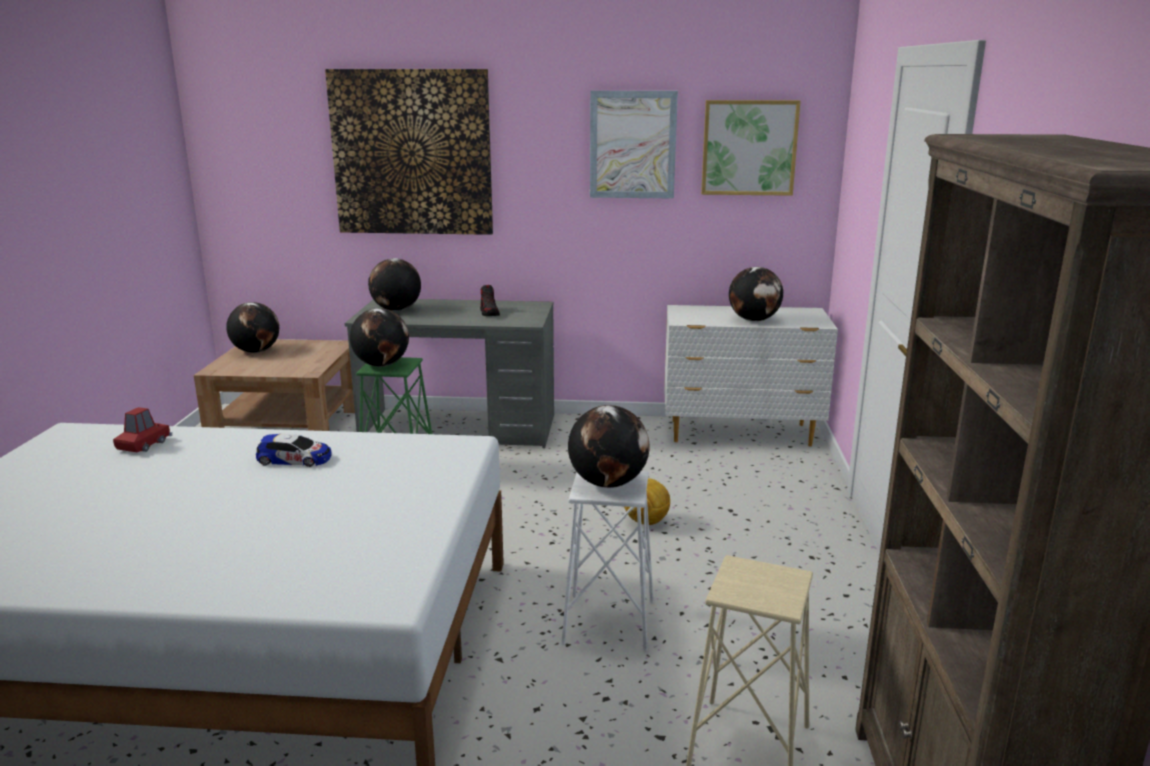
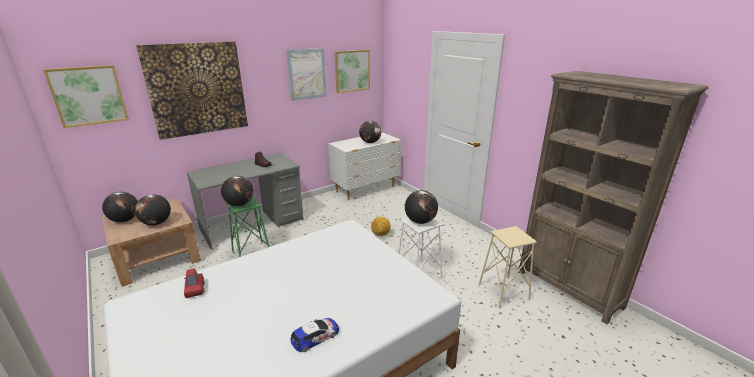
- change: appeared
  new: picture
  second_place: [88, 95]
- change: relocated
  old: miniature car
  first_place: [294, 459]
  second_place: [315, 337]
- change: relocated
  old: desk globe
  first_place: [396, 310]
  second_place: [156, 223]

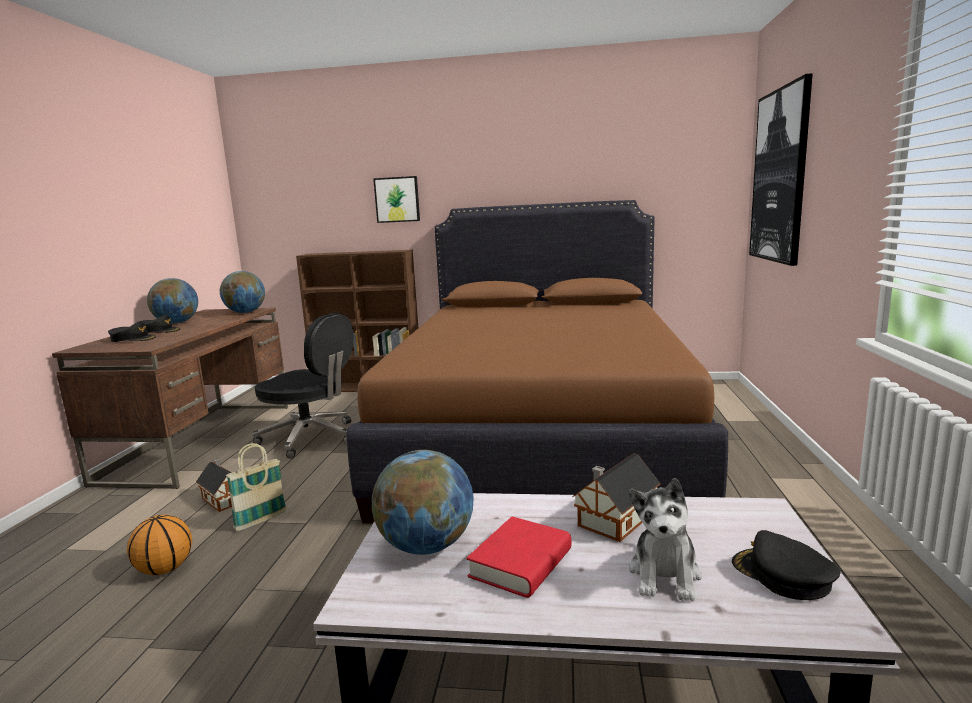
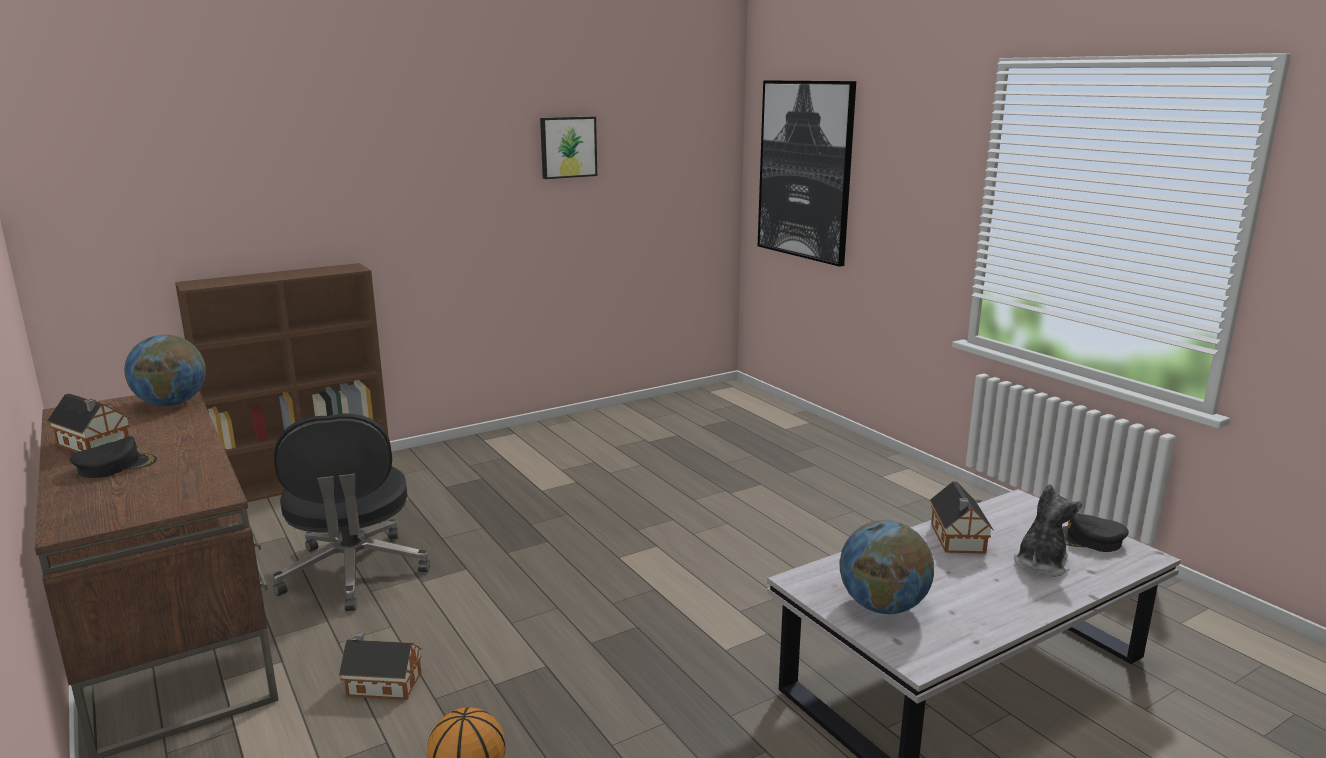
- change: missing
  old: cap/black-coloured
  first_place: [133, 339]
- change: missing
  old: storage basket
  first_place: [261, 520]
- change: missing
  old: sleeping bed/brownish
  first_place: [540, 433]
- change: missing
  old: book/red
  first_place: [521, 563]
- change: relocated
  old: picture
  first_place: [397, 199]
  second_place: [568, 147]
- change: exchanged
  old: desk globe
  new: miniature house
  first_place: [177, 323]
  second_place: [94, 445]
- change: spun
  old: computer chair/black-coloured
  first_place: [311, 438]
  second_place: [353, 573]
  degrees: 90
- change: spun
  old: soft toy
  first_place: [665, 575]
  second_place: [1041, 563]
  degrees: -120

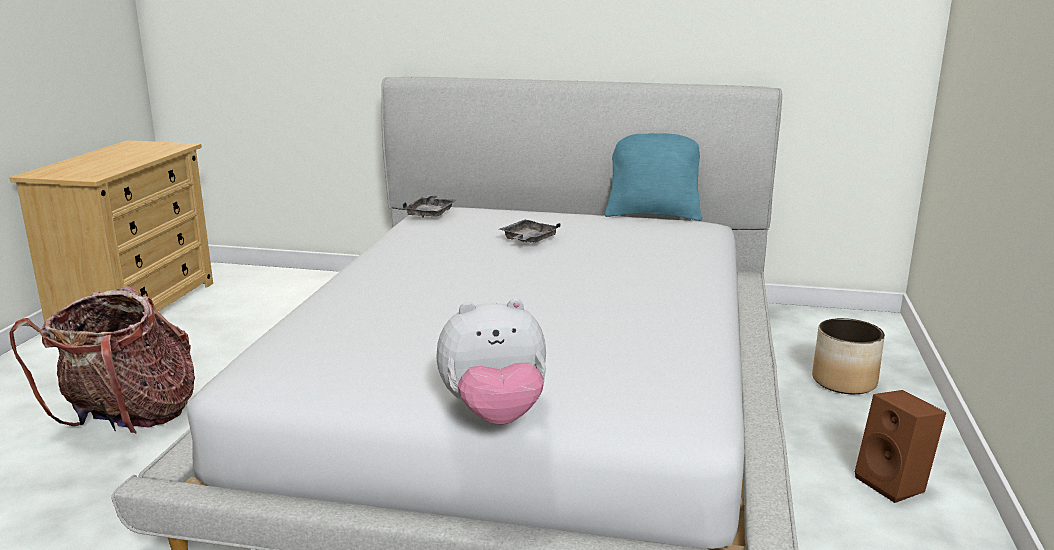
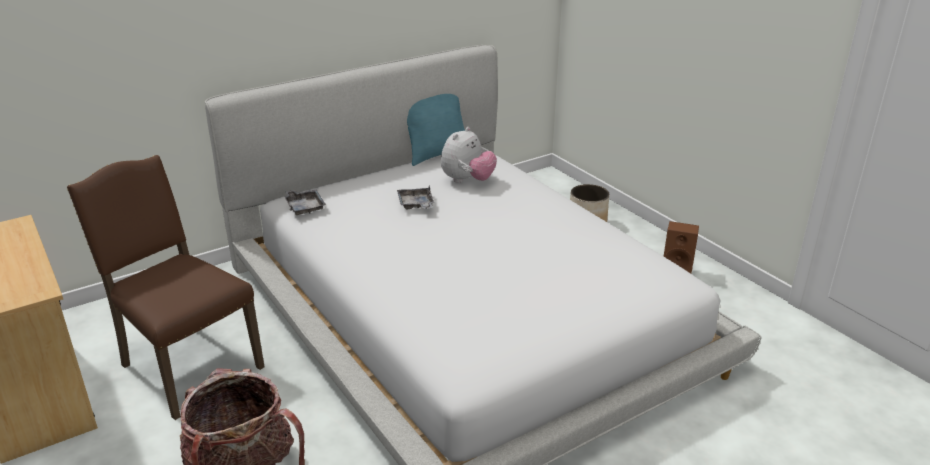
- change: appeared
  new: upright chair/brownish
  second_place: [187, 366]
- change: relocated
  old: soft toy
  first_place: [494, 415]
  second_place: [467, 180]

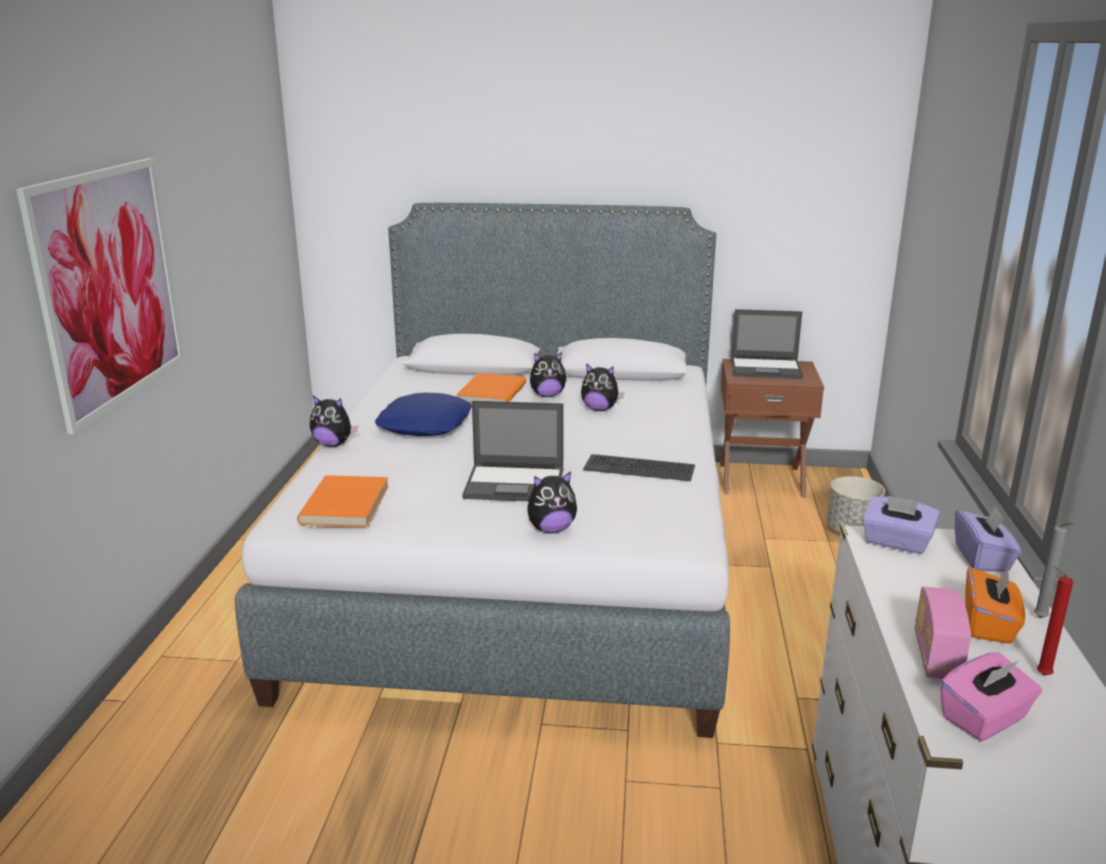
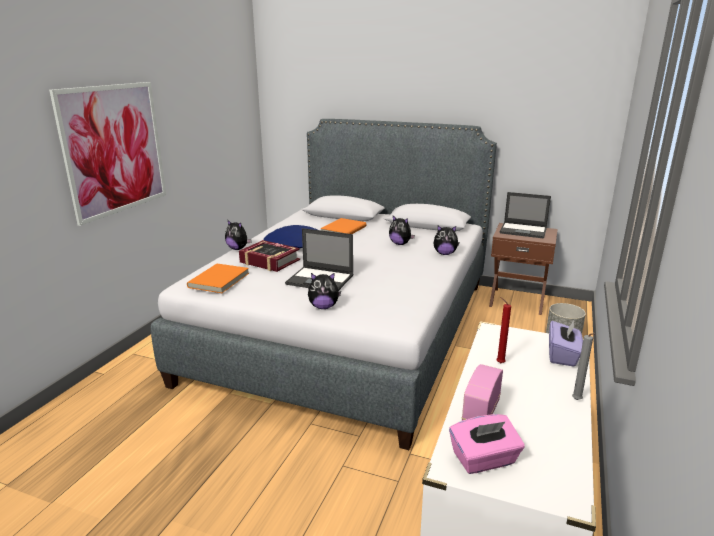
- change: missing
  old: computer keyboard
  first_place: [639, 468]
- change: missing
  old: tissue box/purplish
  first_place: [896, 543]
- change: missing
  old: tissue box/orangey
  first_place: [989, 625]
- change: appeared
  new: book
  second_place: [269, 261]
- change: relocated
  old: soft toy
  first_place: [547, 395]
  second_place: [445, 253]
- change: relocated
  old: wax light/red
  first_place: [1040, 675]
  second_place: [499, 363]

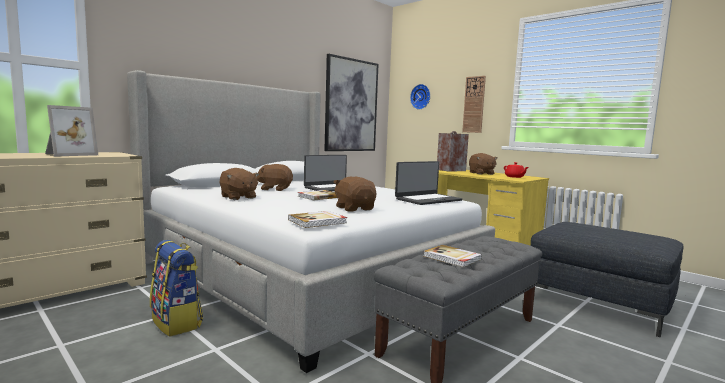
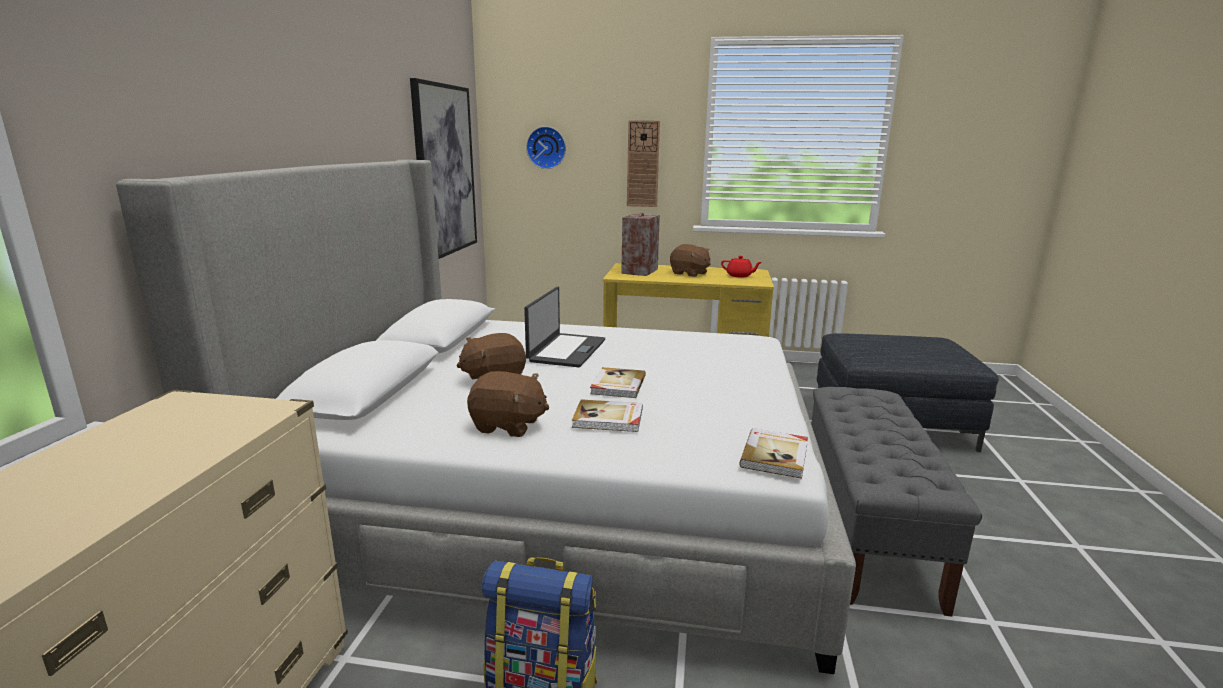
- change: missing
  old: standing frame
  first_place: [69, 154]
- change: missing
  old: soft toy/brownish
  first_place: [355, 208]
- change: missing
  old: portable computer
  first_place: [427, 199]
- change: relocated
  old: book
  first_place: [452, 258]
  second_place: [608, 419]

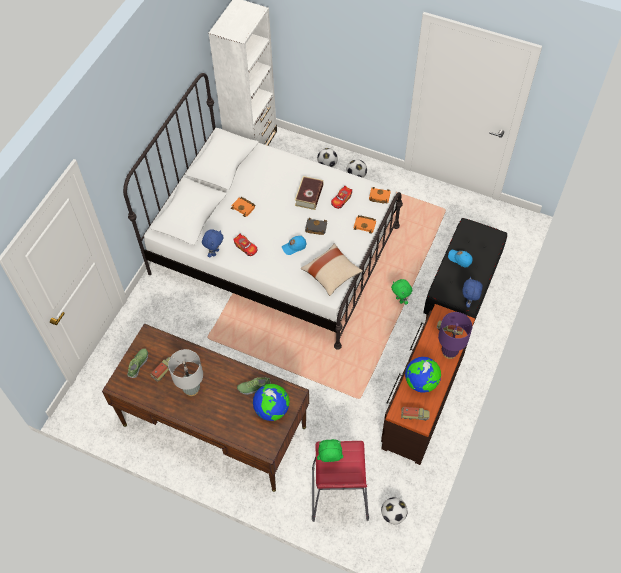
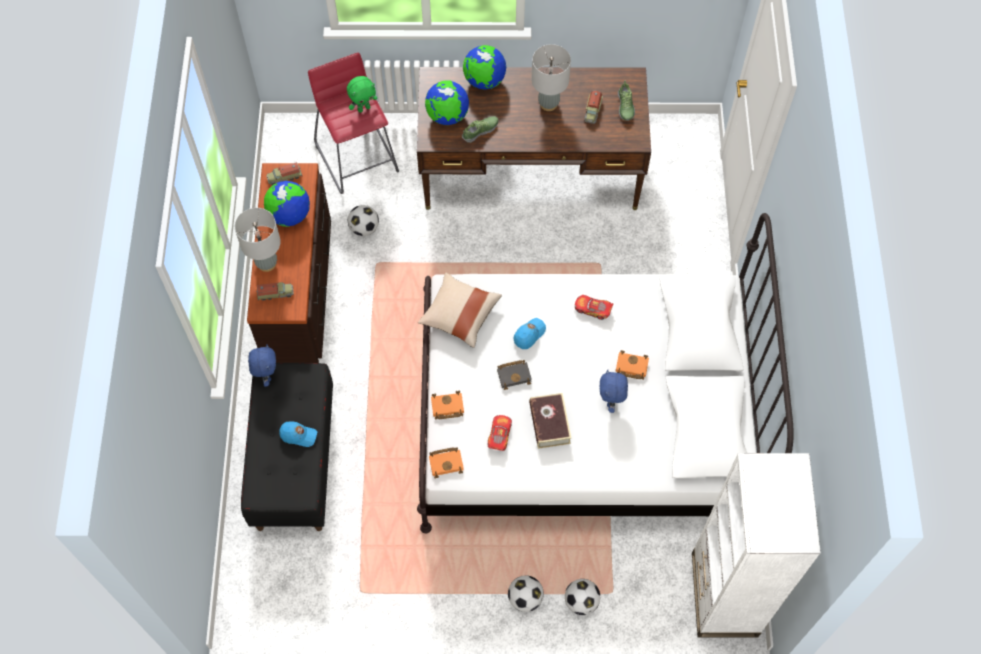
- change: missing
  old: soft toy/green
  first_place: [400, 300]
- change: appeared
  new: desk globe
  second_place: [484, 81]
- change: relocated
  old: soft toy/blue-coloured
  first_place: [215, 252]
  second_place: [611, 401]
- change: relocated
  old: football
  first_place: [393, 514]
  second_place: [364, 228]
- change: colour
  old: table lamp/purplish
  new: table lamp/greyish
  first_place: [449, 352]
  second_place: [267, 263]

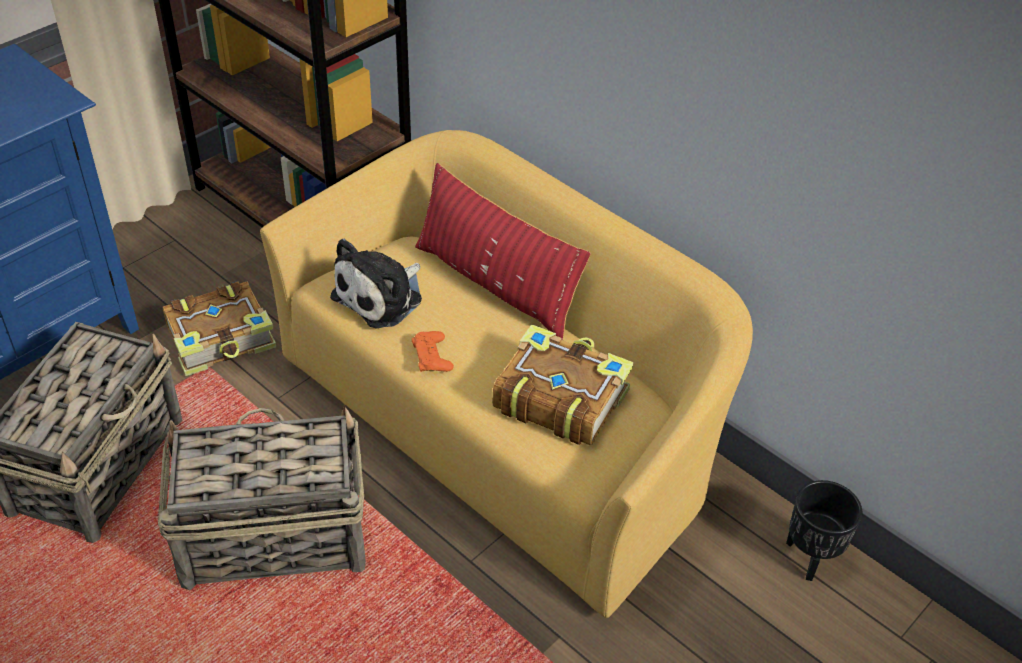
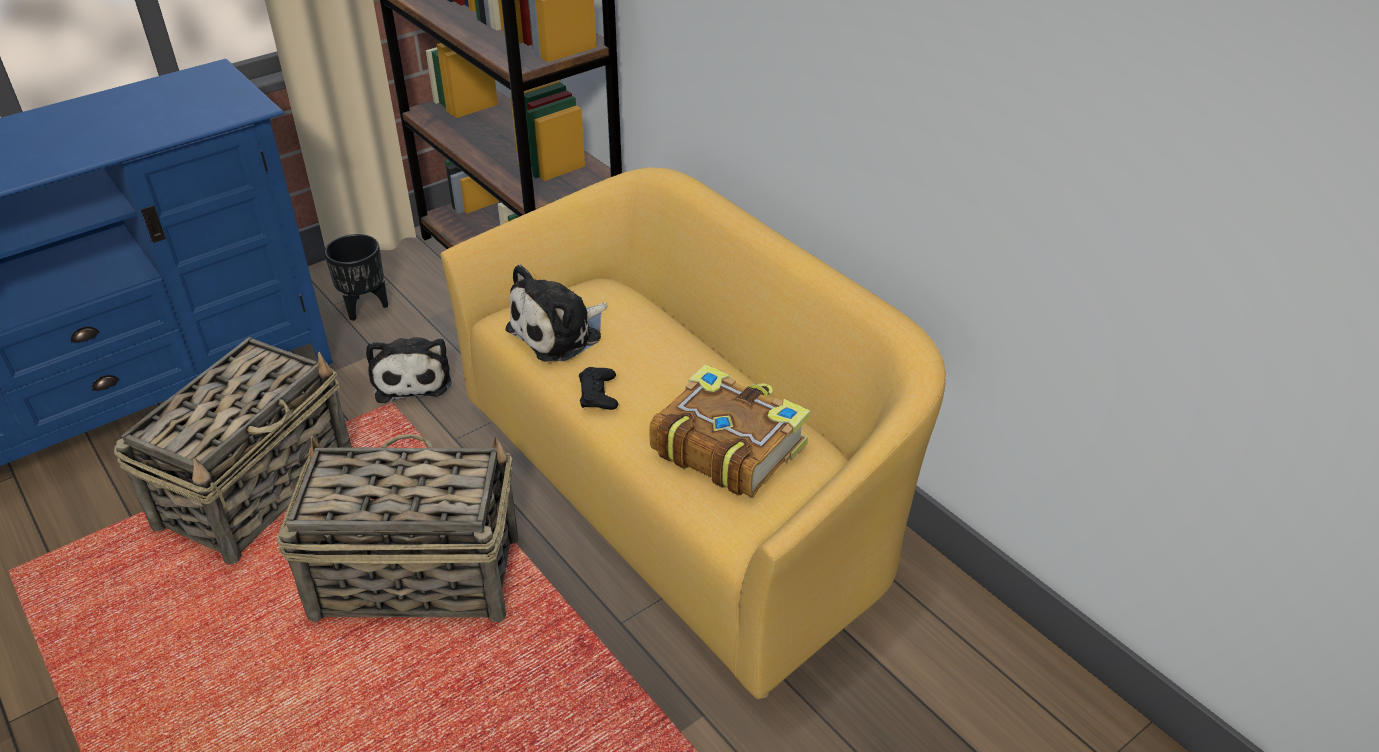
- change: missing
  old: throw pillow/red
  first_place: [496, 284]
- change: relocated
  old: plant pot/black-coloured
  first_place: [811, 558]
  second_place: [366, 307]
- change: exchanged
  old: book
  new: soft toy
  first_place: [222, 339]
  second_place: [412, 378]
- change: colour
  old: game controller/orangey
  new: game controller/black-coloured
  first_place: [432, 356]
  second_place: [598, 394]

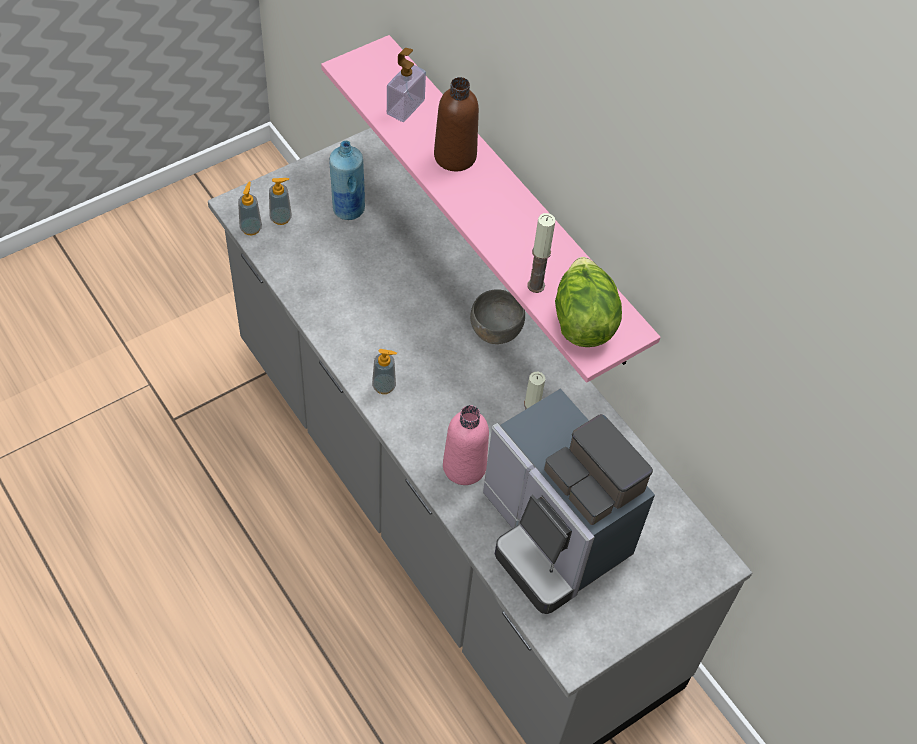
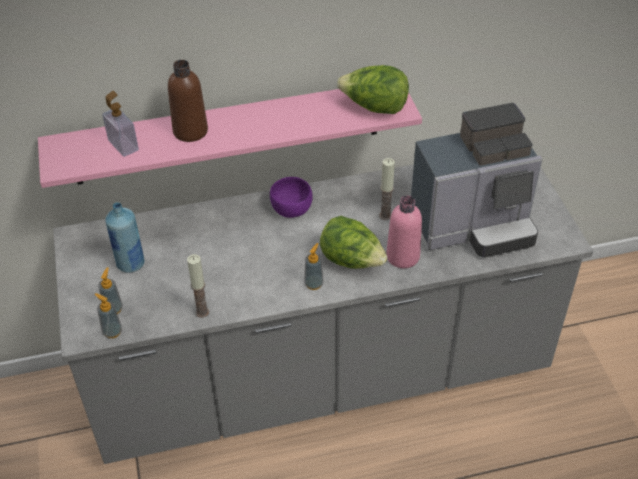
- change: appeared
  new: lettuce head
  second_place: [352, 260]
- change: relocated
  old: wax light
  first_place: [536, 285]
  second_place: [202, 312]
- change: colour
  old: bowl/greyish
  new: bowl/purplish
  first_place: [495, 330]
  second_place: [292, 209]

